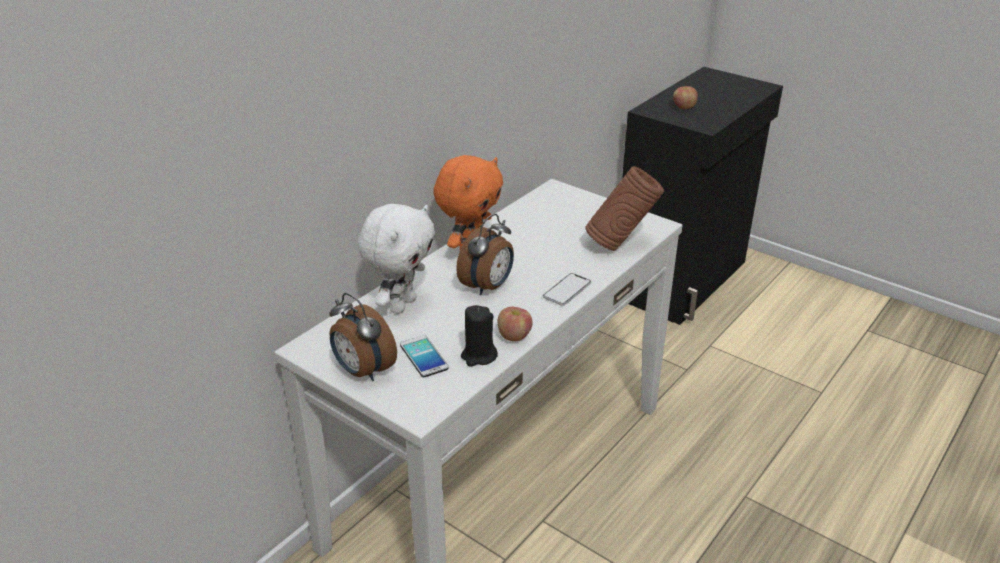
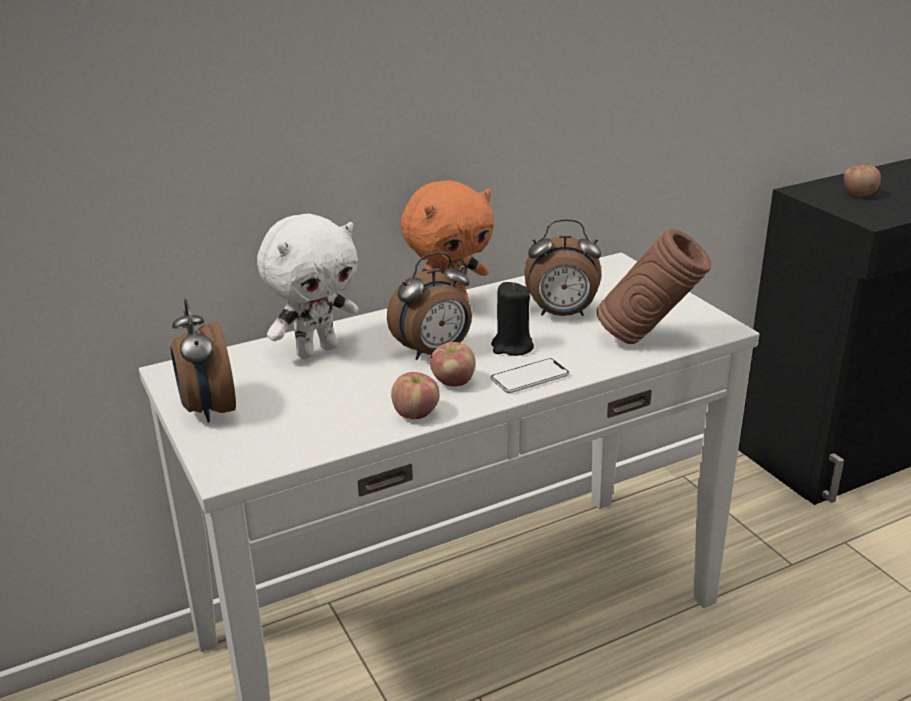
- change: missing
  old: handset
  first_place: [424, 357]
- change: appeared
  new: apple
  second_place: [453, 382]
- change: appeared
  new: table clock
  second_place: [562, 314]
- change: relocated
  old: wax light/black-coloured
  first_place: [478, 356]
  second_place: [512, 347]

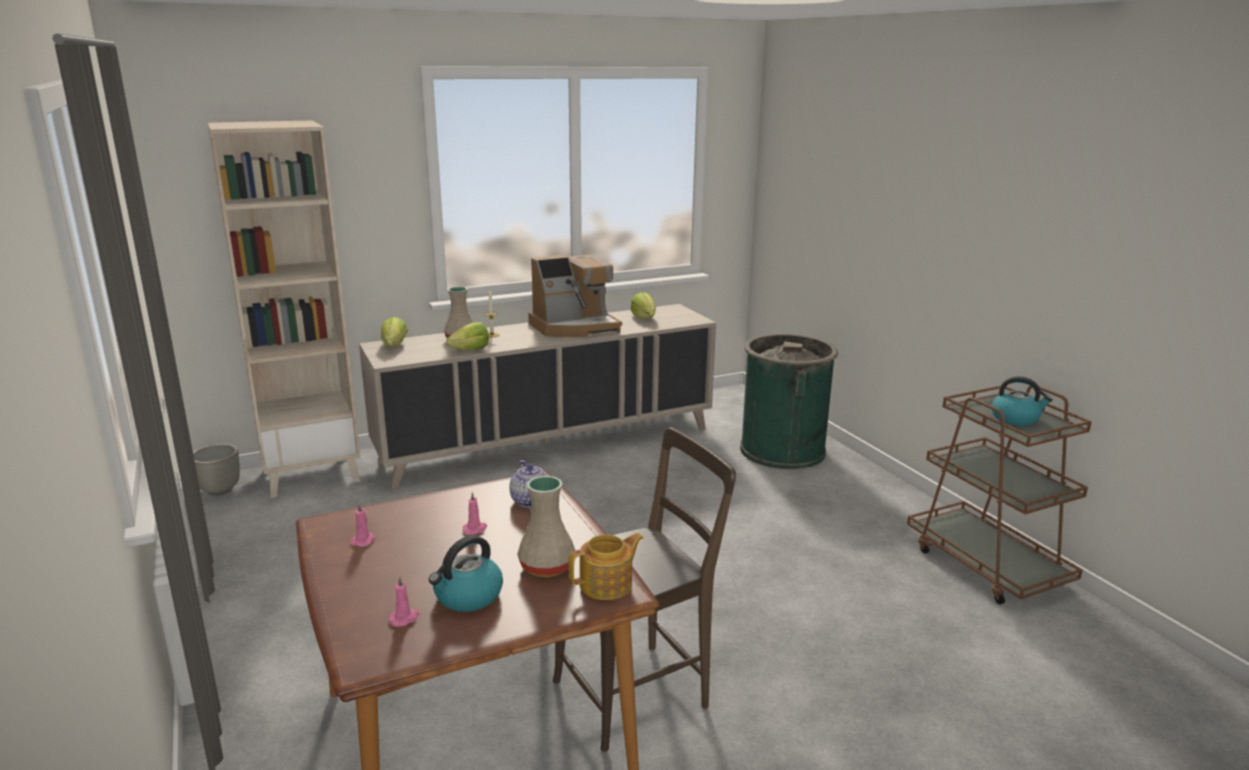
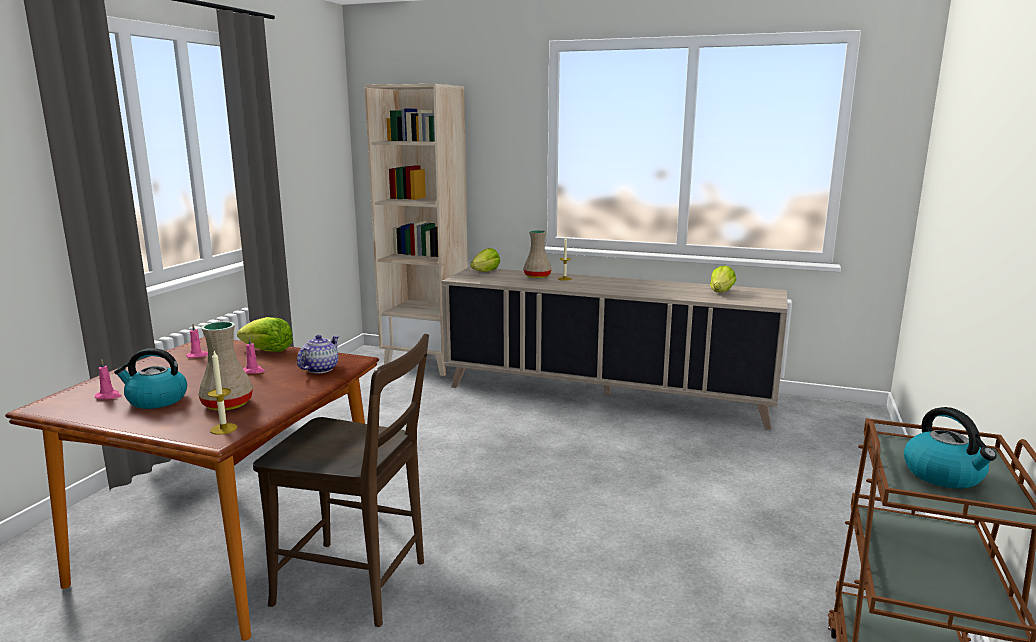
- change: missing
  old: plant pot/greyish
  first_place: [220, 490]
- change: missing
  old: coffee machine
  first_place: [575, 327]
- change: missing
  old: trash can/green
  first_place: [782, 450]
- change: relocated
  old: lettuce head
  first_place: [471, 350]
  second_place: [268, 351]
- change: exchanged
  old: tea pot
  new: wax light
  first_place: [607, 585]
  second_place: [223, 429]

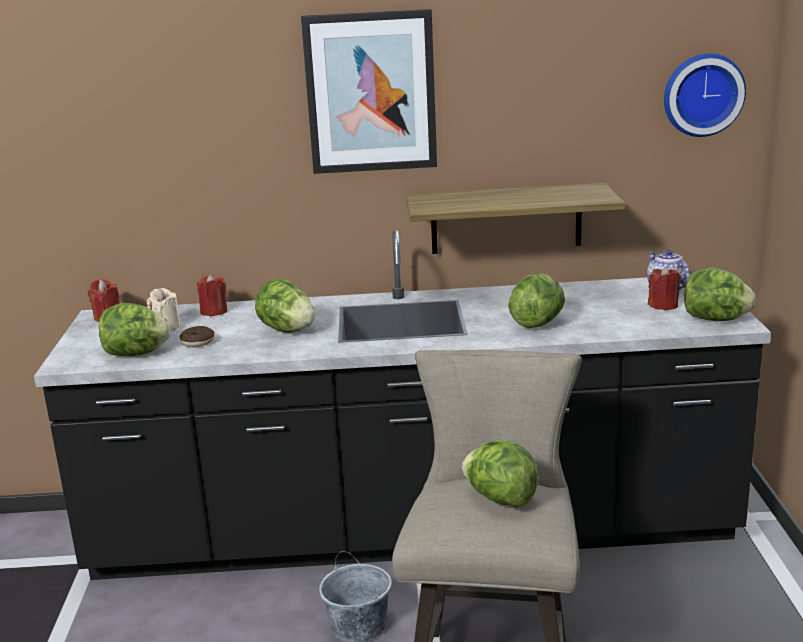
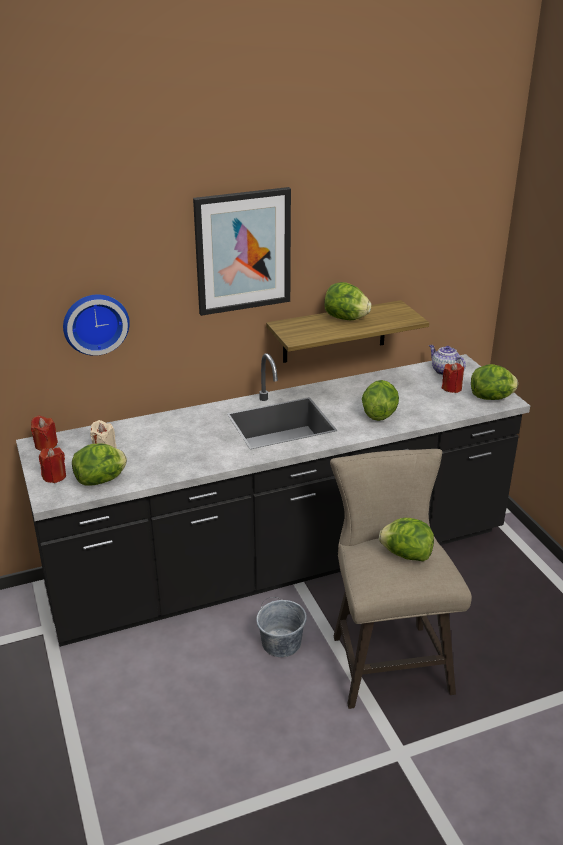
- change: missing
  old: ring doughnut
  first_place: [198, 342]
- change: relocated
  old: wax light/red
  first_place: [214, 311]
  second_place: [54, 476]
- change: relocated
  old: lettuce head
  first_place: [287, 330]
  second_place: [345, 318]
- change: relocated
  old: clock on the wall
  first_place: [702, 94]
  second_place: [95, 323]

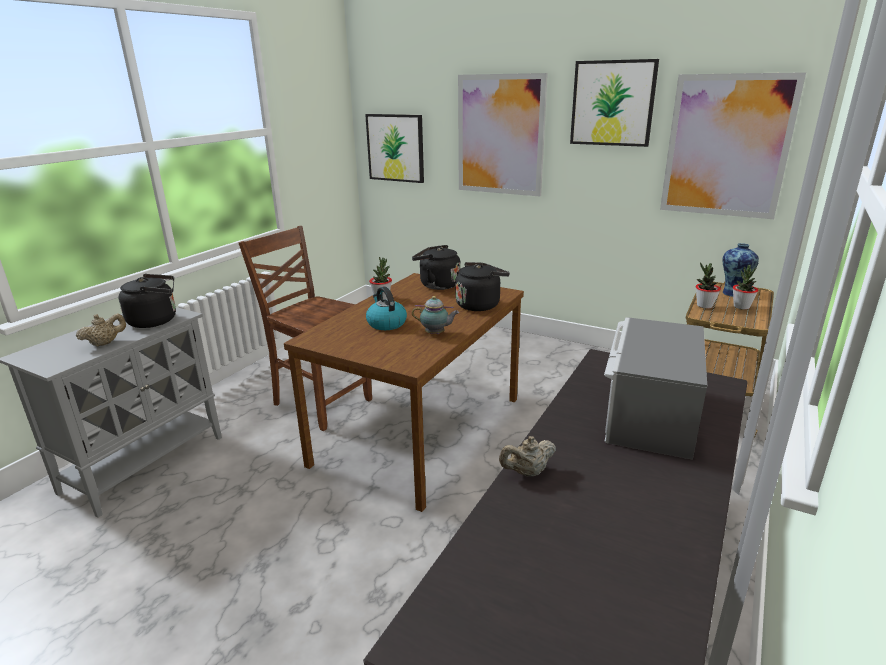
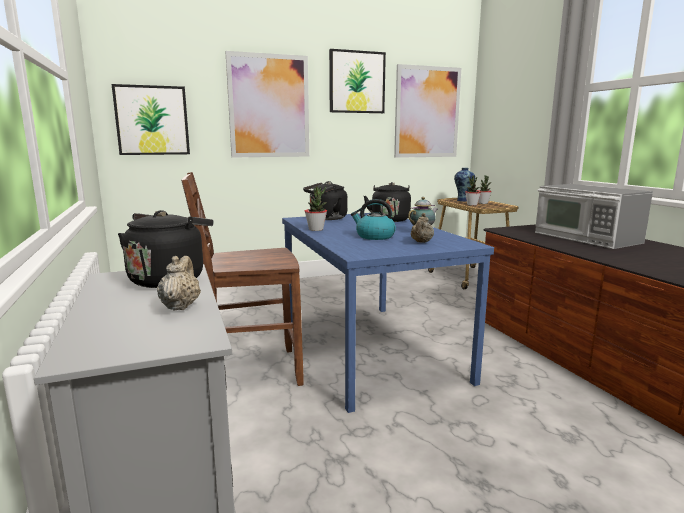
- change: relocated
  old: tea pot/beige-coloured
  first_place: [527, 472]
  second_place: [421, 242]
- change: colour
  old: dining table/brownish
  new: dining table/blue-coloured
  first_place: [419, 429]
  second_place: [368, 349]

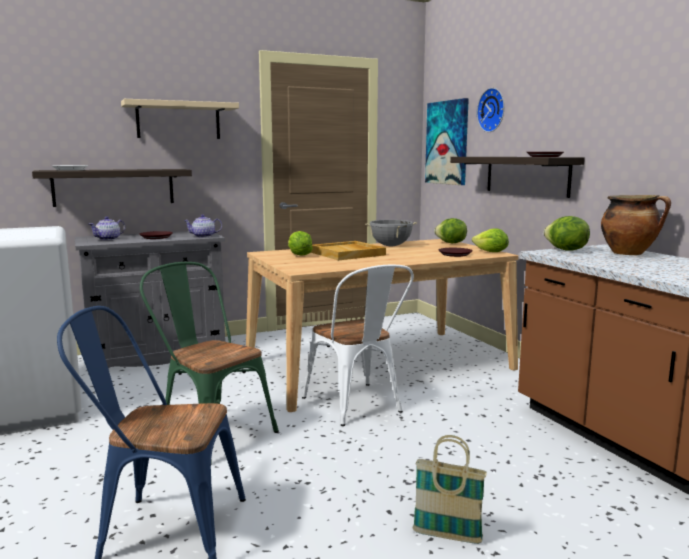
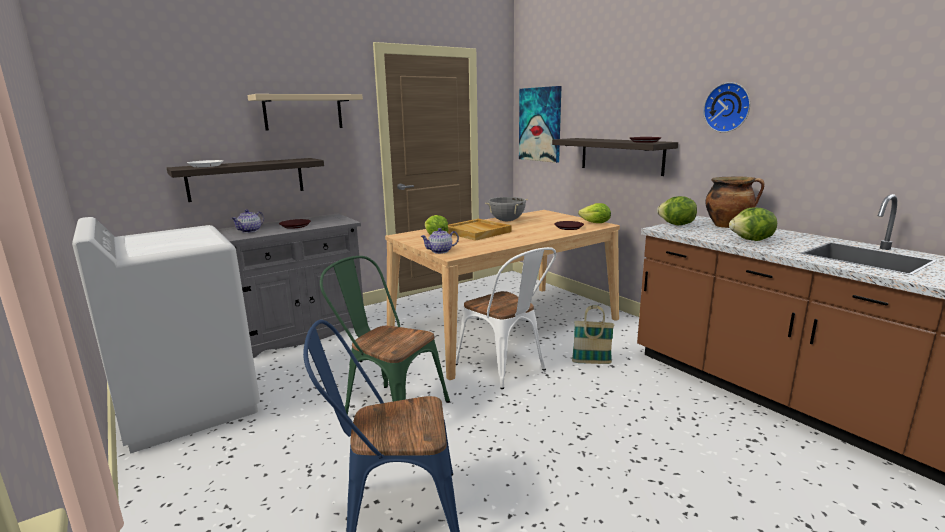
- change: relocated
  old: tea pot
  first_place: [203, 236]
  second_place: [440, 251]
- change: relocated
  old: storage basket
  first_place: [447, 536]
  second_place: [591, 362]
- change: relocated
  old: lettuce head
  first_place: [451, 243]
  second_place: [752, 240]
- change: relocated
  old: clock on the wall
  first_place: [493, 110]
  second_place: [728, 107]

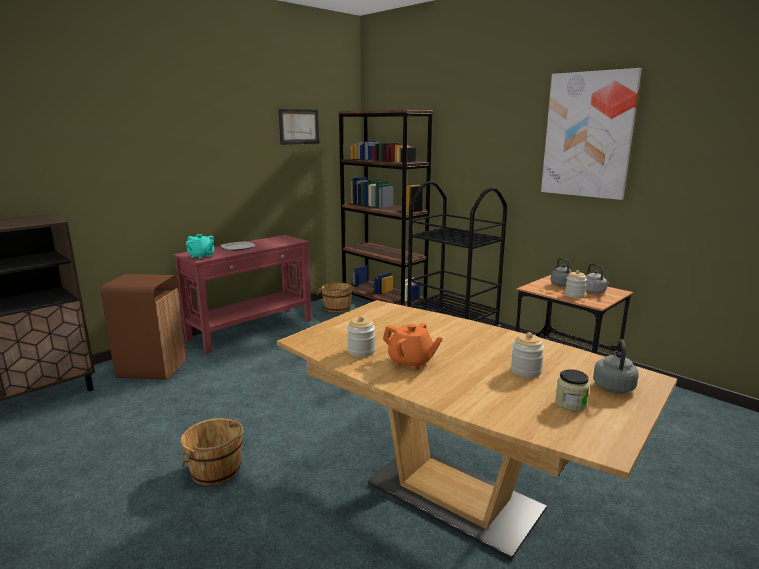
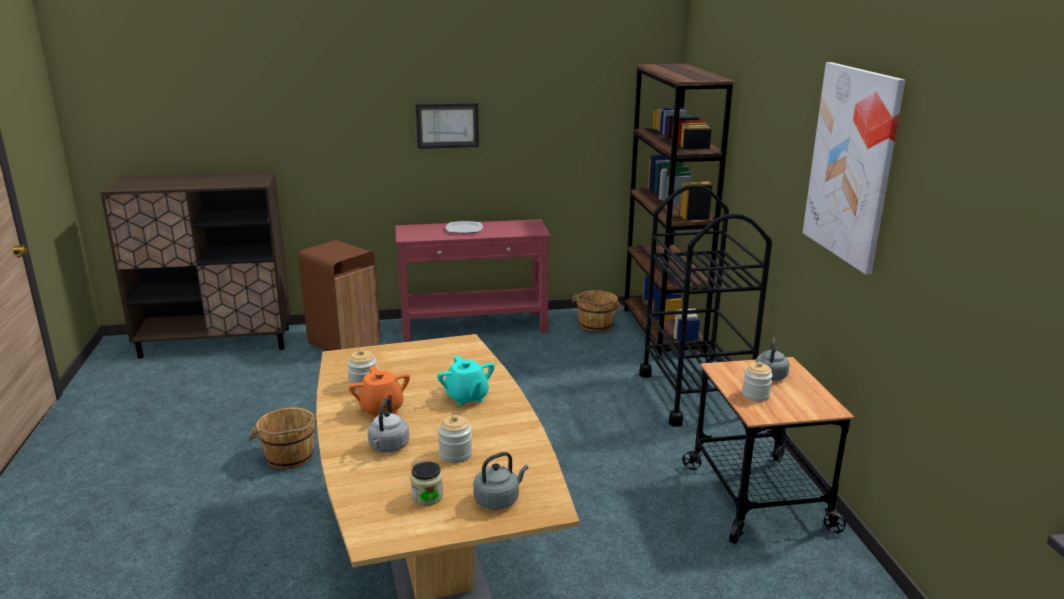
- change: relocated
  old: tea pot/blue-green
  first_place: [201, 256]
  second_place: [466, 397]
- change: relocated
  old: picture
  first_place: [299, 126]
  second_place: [447, 125]
- change: relocated
  old: kettle/greyish
  first_place: [594, 292]
  second_place: [388, 447]

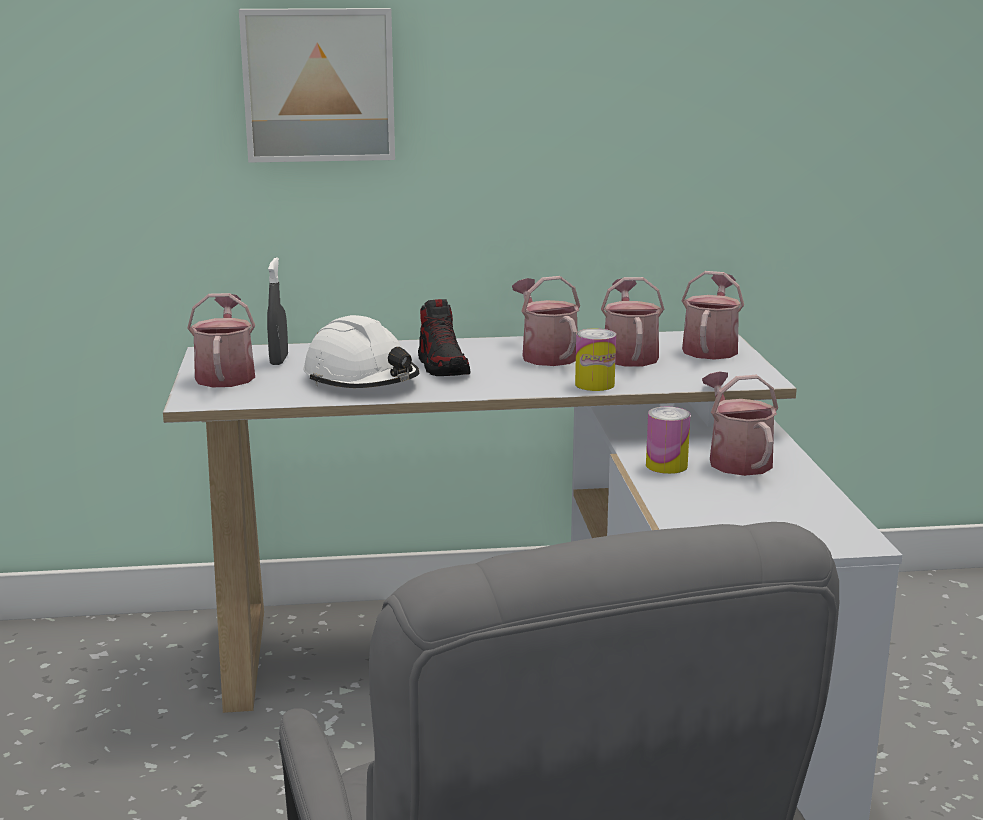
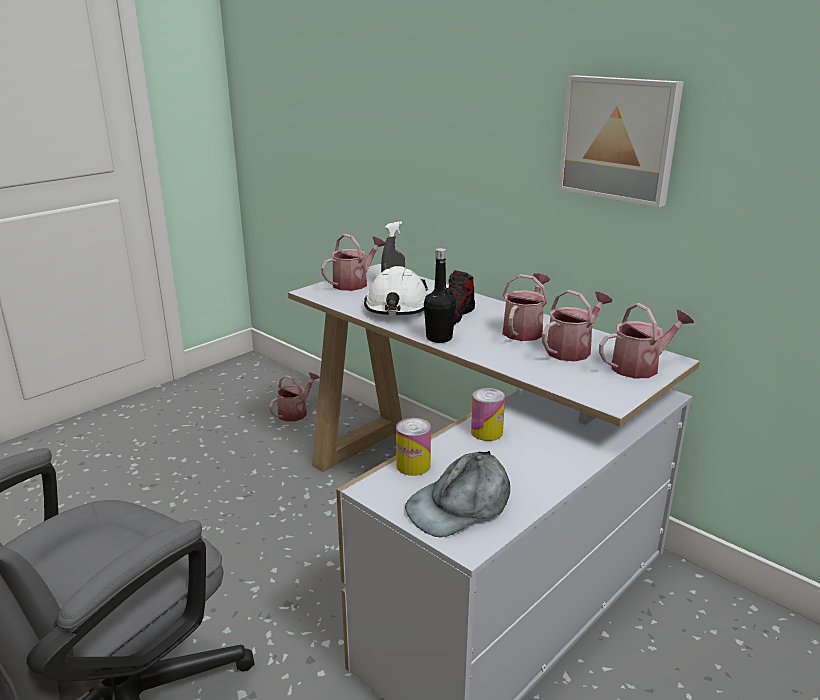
- change: appeared
  new: cap/greyish
  second_place: [460, 505]
- change: appeared
  new: bottle/black-coloured
  second_place: [439, 338]
- change: relocated
  old: picture
  first_place: [319, 84]
  second_place: [619, 139]
- change: relocated
  old: sealed can
  first_place: [594, 384]
  second_place: [413, 466]
- change: relocated
  old: watering pot
  first_place: [736, 459]
  second_place: [295, 412]

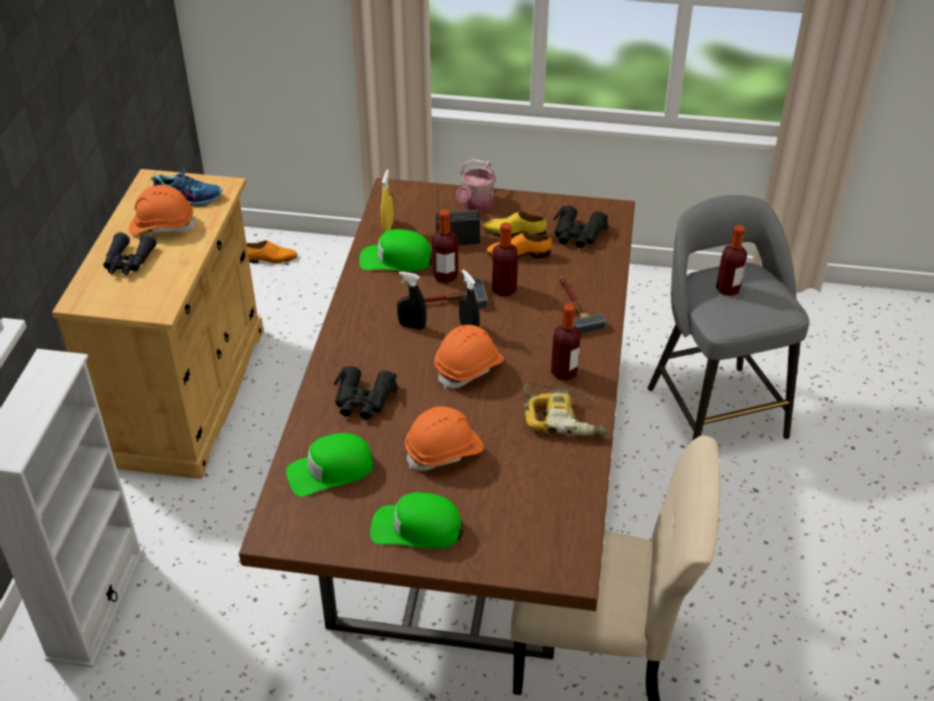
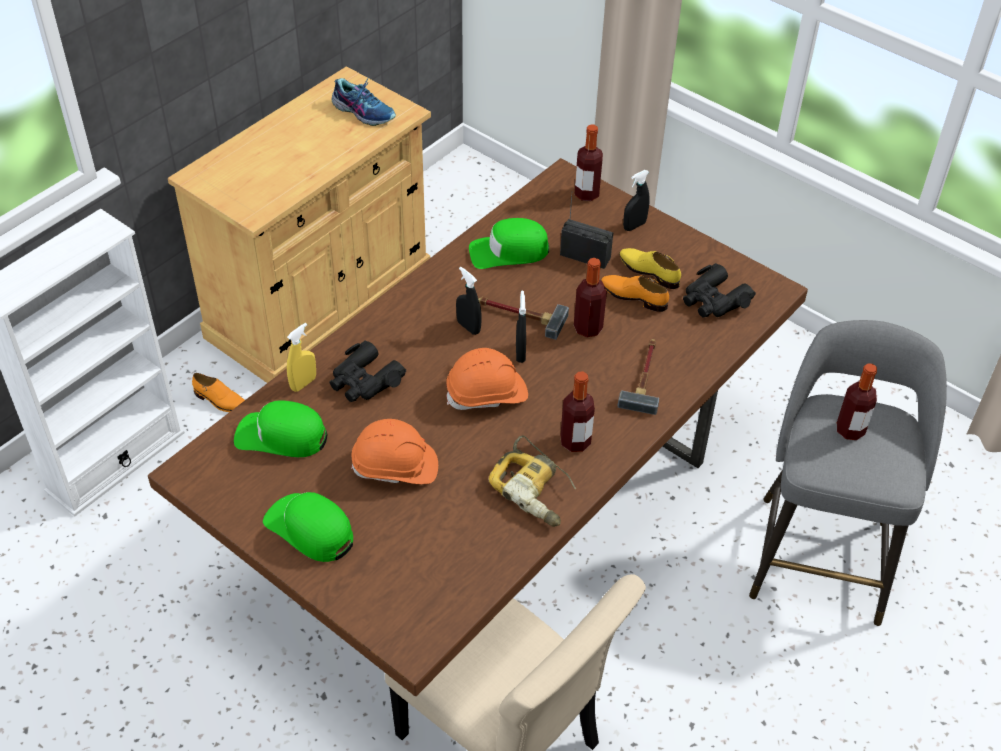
- change: missing
  old: field glasses/black-coloured
  first_place: [128, 262]
- change: missing
  old: safety helmet/orangey
  first_place: [162, 225]
- change: relocated
  old: item of footwear/orangey
  first_place: [272, 259]
  second_place: [221, 401]
- change: relocated
  old: sprayer/yellow-coloured
  first_place: [388, 226]
  second_place: [303, 383]
- change: relocated
  old: bottle
  first_place: [445, 276]
  second_place: [586, 194]
- change: exchanged
  old: watering pot
  new: sprayer/black-coloured
  first_place: [475, 205]
  second_place: [634, 226]
- change: spun
  old: cap/green
  first_place: [395, 259]
  second_place: [508, 251]
  degrees: -45

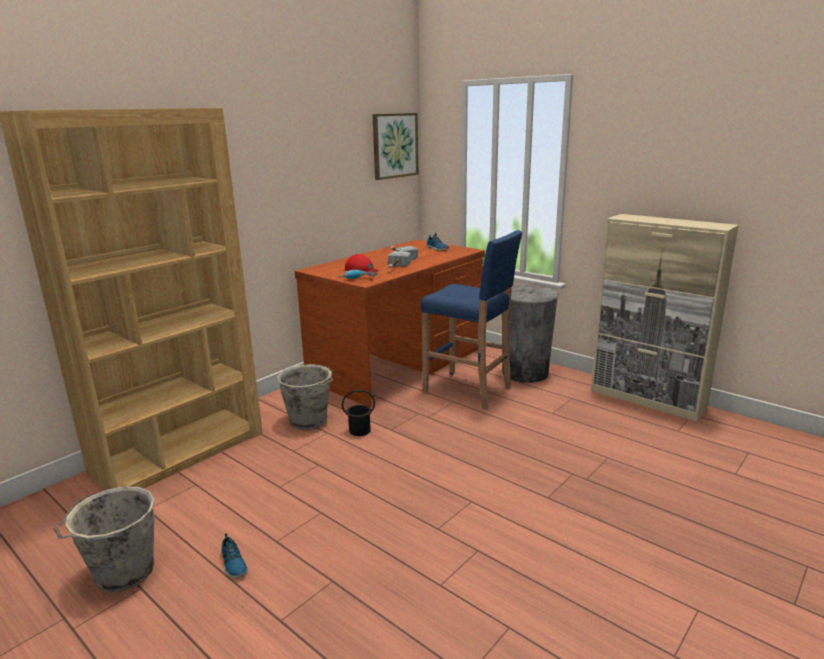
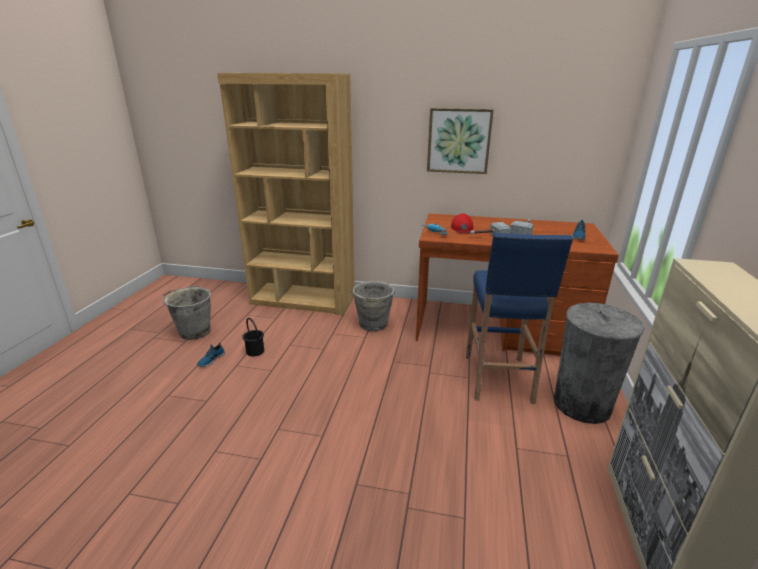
- change: relocated
  old: water bucket/black-coloured
  first_place: [360, 431]
  second_place: [255, 351]
- change: relocated
  old: picture
  first_place: [394, 145]
  second_place: [459, 141]

